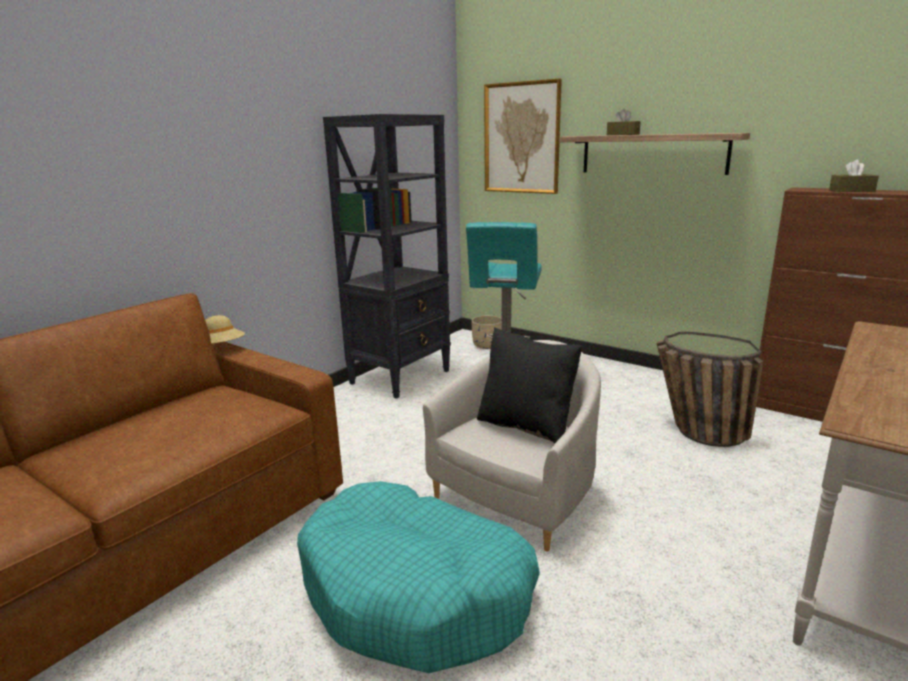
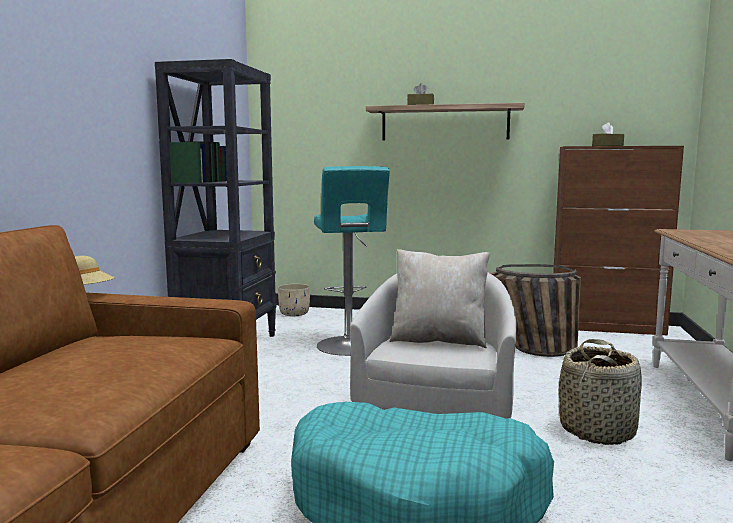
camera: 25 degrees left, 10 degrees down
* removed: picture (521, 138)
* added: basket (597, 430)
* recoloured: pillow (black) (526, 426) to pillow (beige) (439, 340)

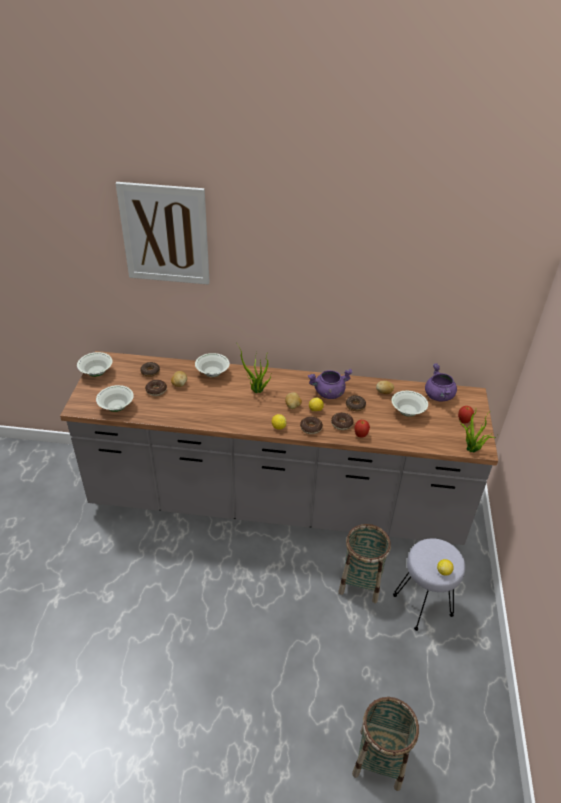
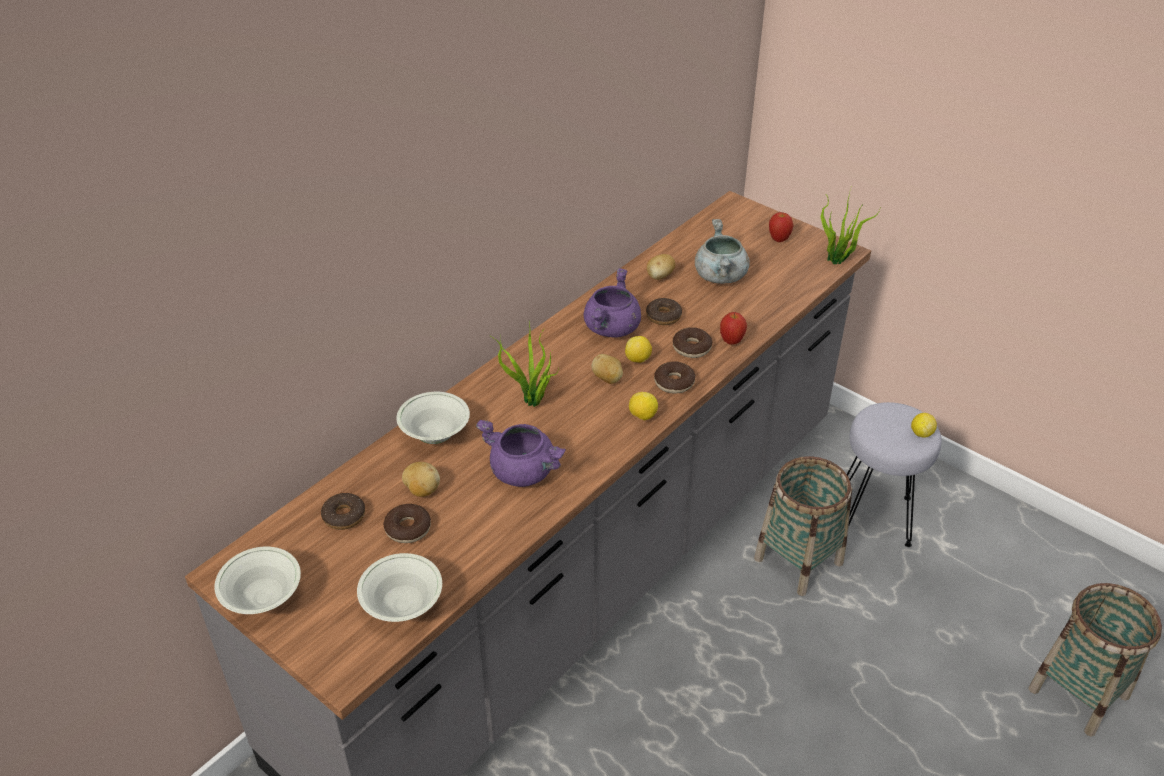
camera: 55 degrees left, 0 degrees up
* removed: picture (165, 234)
* moved: cooking pot (purple) (439, 396) to (523, 472)
* replaced: bowl (white) (407, 412) to cooking pot (grey) (720, 276)

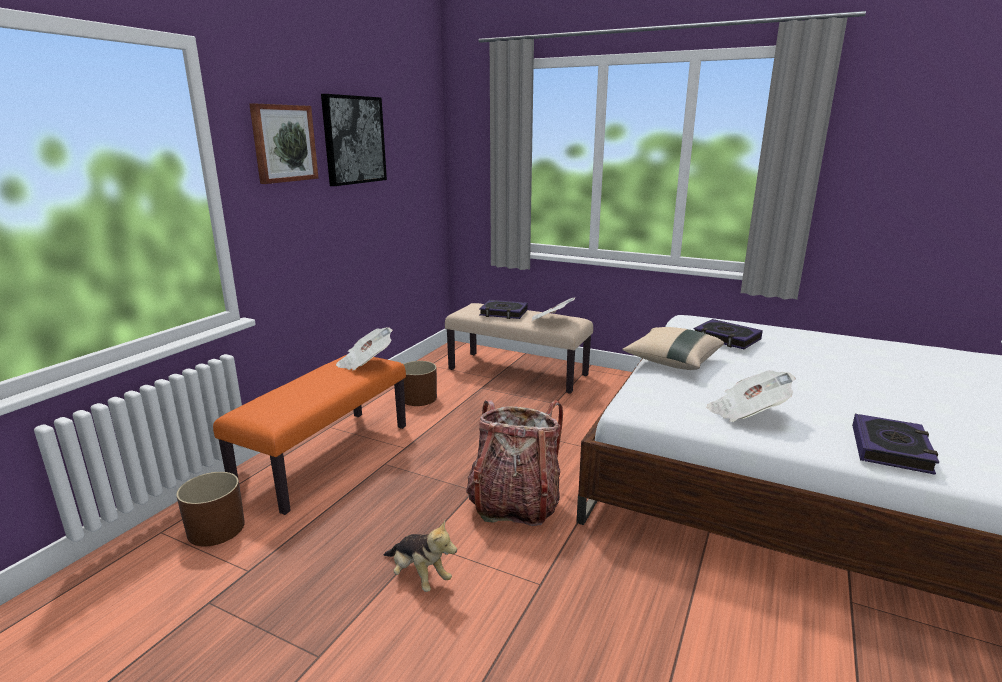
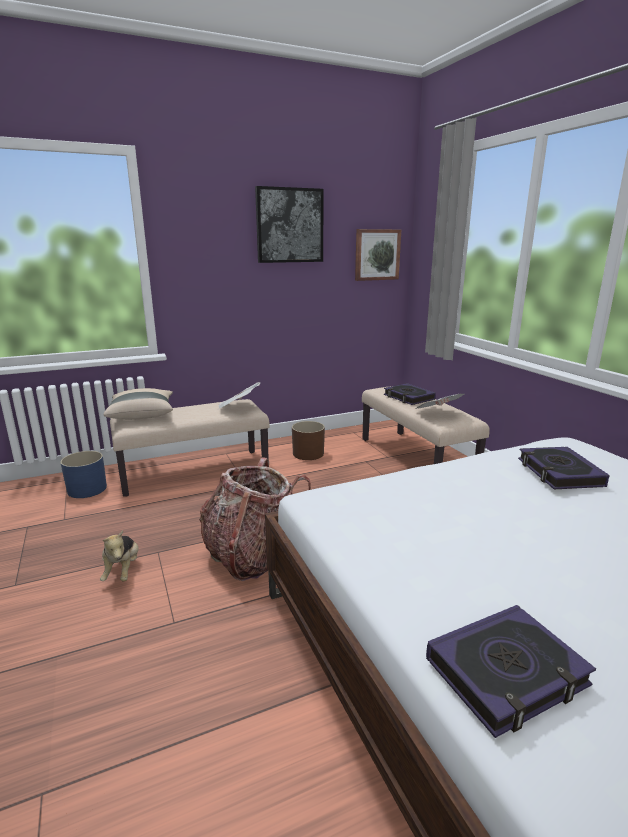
camera: 40 degrees right, 0 degrees up
* removed: newspaper (746, 413)
* moved: picture (283, 143) to (377, 255)
* moved: pillow (beige) (672, 361) to (142, 415)
* recoloured: planter (brown) (216, 529) to planter (blue) (87, 489)
* recoloured: bench (orange) (326, 457) to bench (beige) (195, 471)

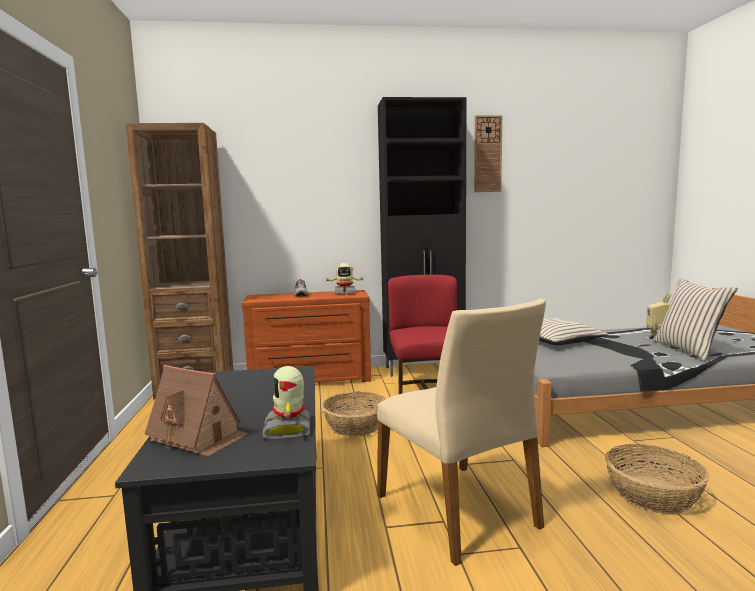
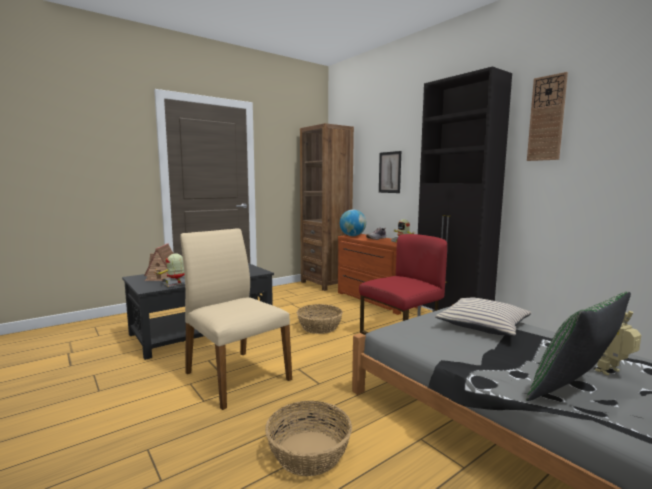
camera: 60 degrees right, 0 degrees up
* added: globe (352, 236)
* added: picture (390, 172)
* recoloured: pillow (beige) (689, 350) to pillow (green) (574, 391)
* turned: chair (beige) (459, 510) = (235, 376) 105 degrees clockwise

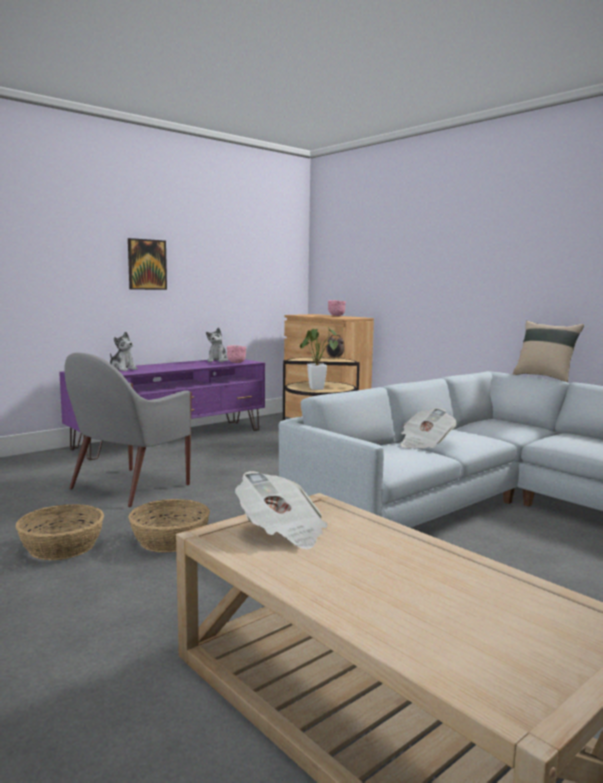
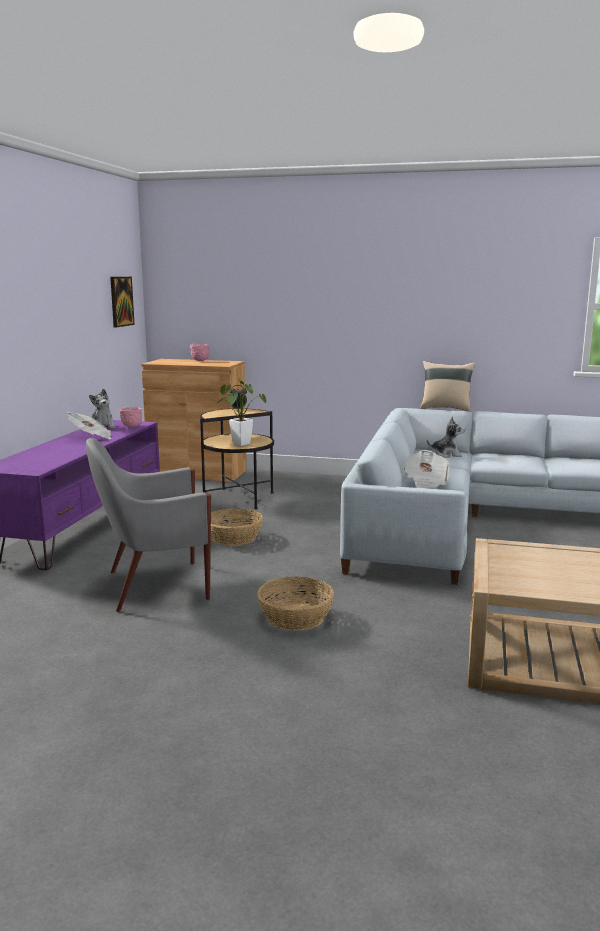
camera: 35 degrees left, 5 degrees up
* moved: basket (62, 546) to (233, 537)
* moved: plush toy (122, 369) to (446, 454)
* moved: picture (147, 264) to (121, 301)
* moved: newspaper (282, 532) to (91, 437)
* turned: armchair (grey) (127, 487) = (155, 586) 75 degrees clockwise

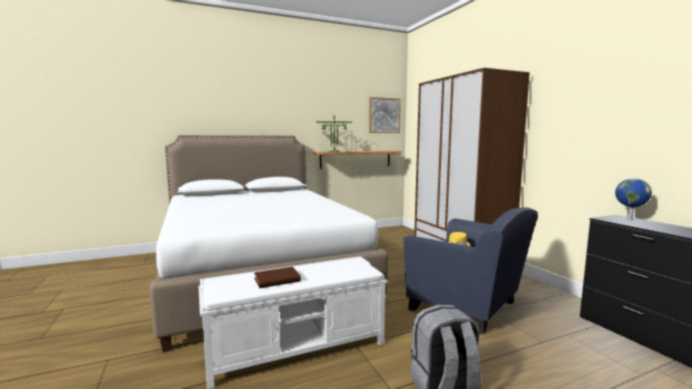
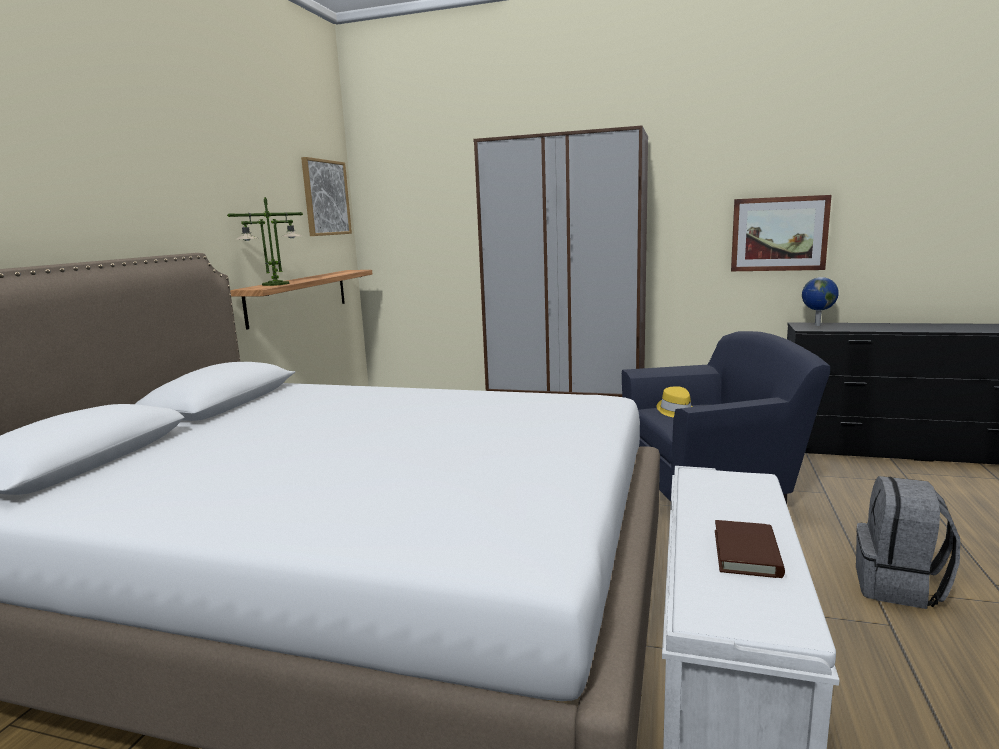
camera: 50 degrees left, 5 degrees up
* added: picture (779, 234)

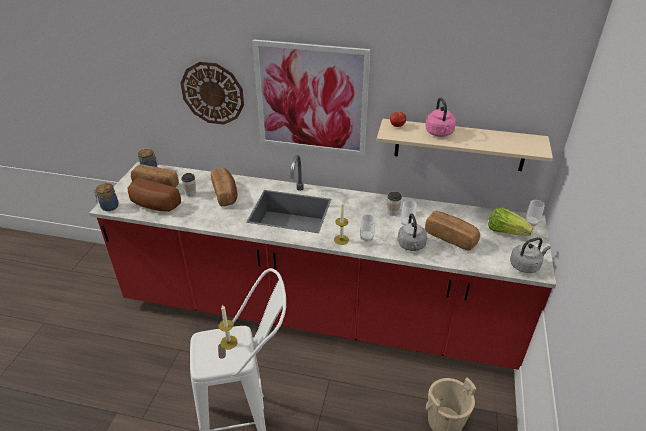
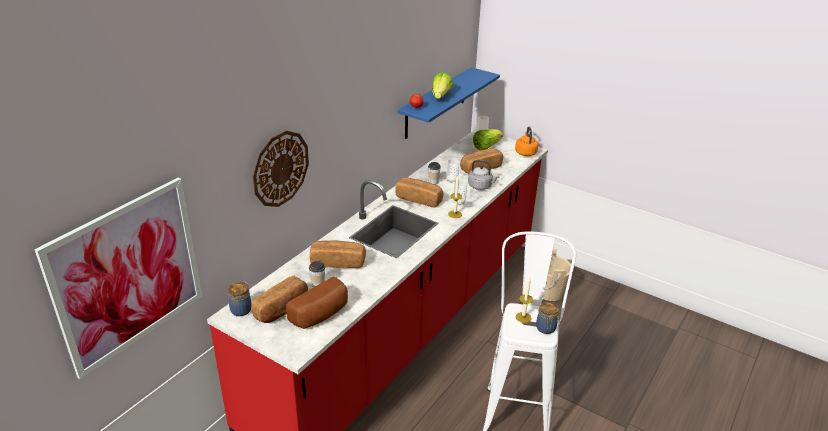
camera: 70 degrees left, 5 degrees down
* added: bread (419, 199)
* moved: jar (109, 207) to (545, 329)
* moved: picture (311, 99) to (128, 275)
* replaced: kettle (pink) (439, 133) to lettuce (441, 96)
* recoloured: shelf (beige) (459, 145) to shelf (blue) (436, 103)
* recoloured: kettle (grey) (525, 265) to kettle (orange) (525, 152)

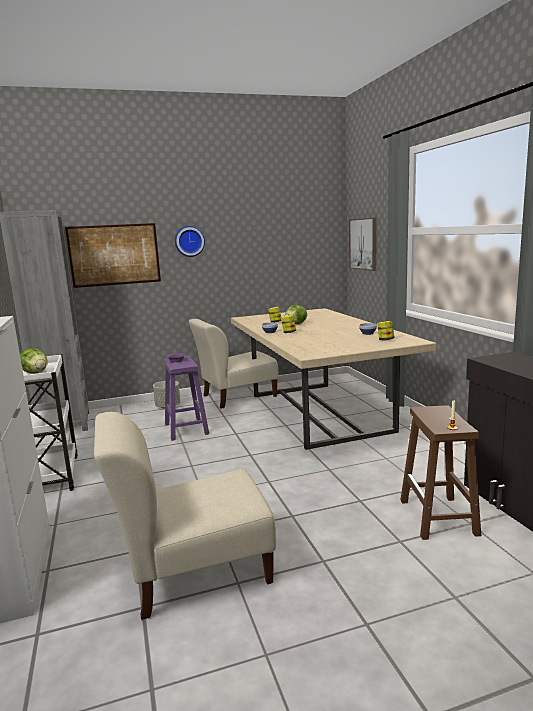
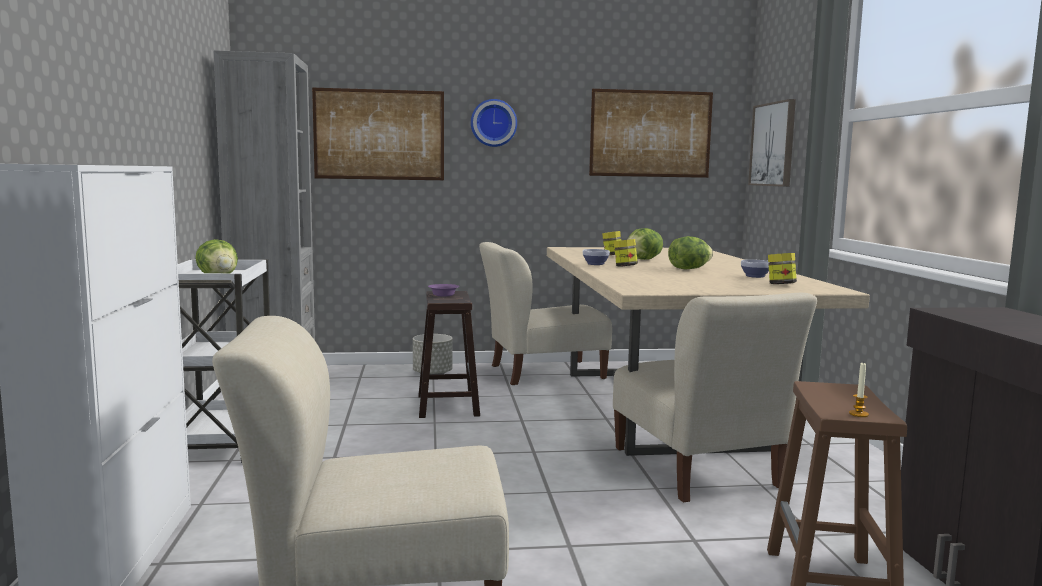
camera: 10 degrees right, 5 degrees down
* added: picture (650, 134)
* added: chair (beige) (698, 471)
* added: lettuce (689, 269)
* recoloured: stool (purple) (186, 428) to stool (brown) (447, 405)

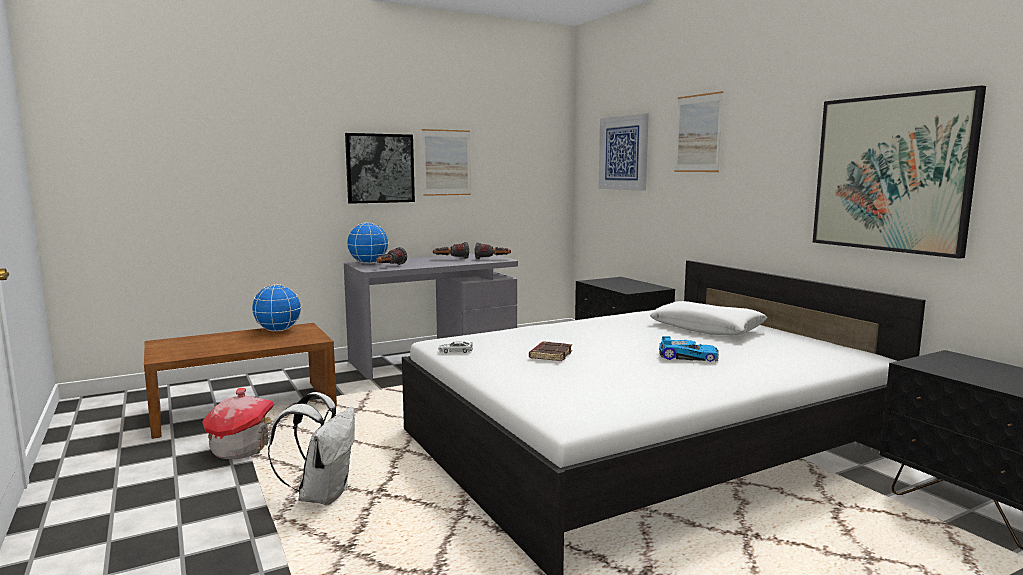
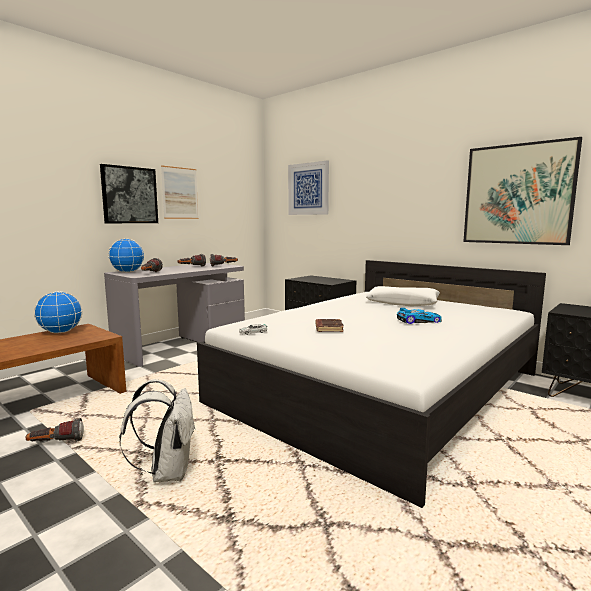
camera: 20 degrees left, 0 degrees up
* removed: picture (698, 133)
* replaced: toy house (241, 449) to flashlight (56, 443)

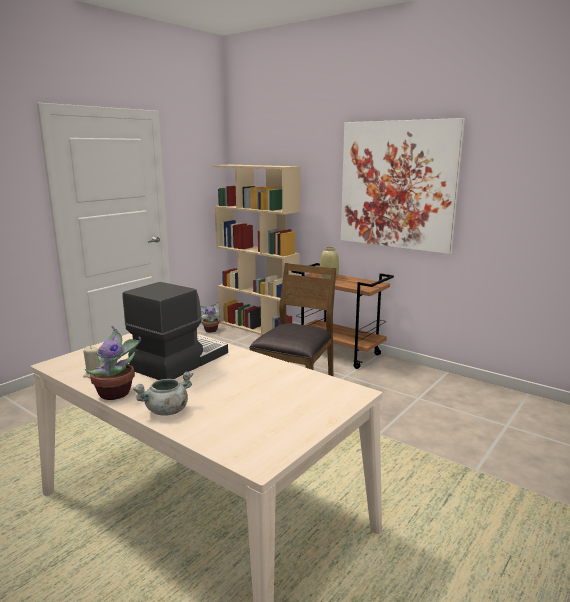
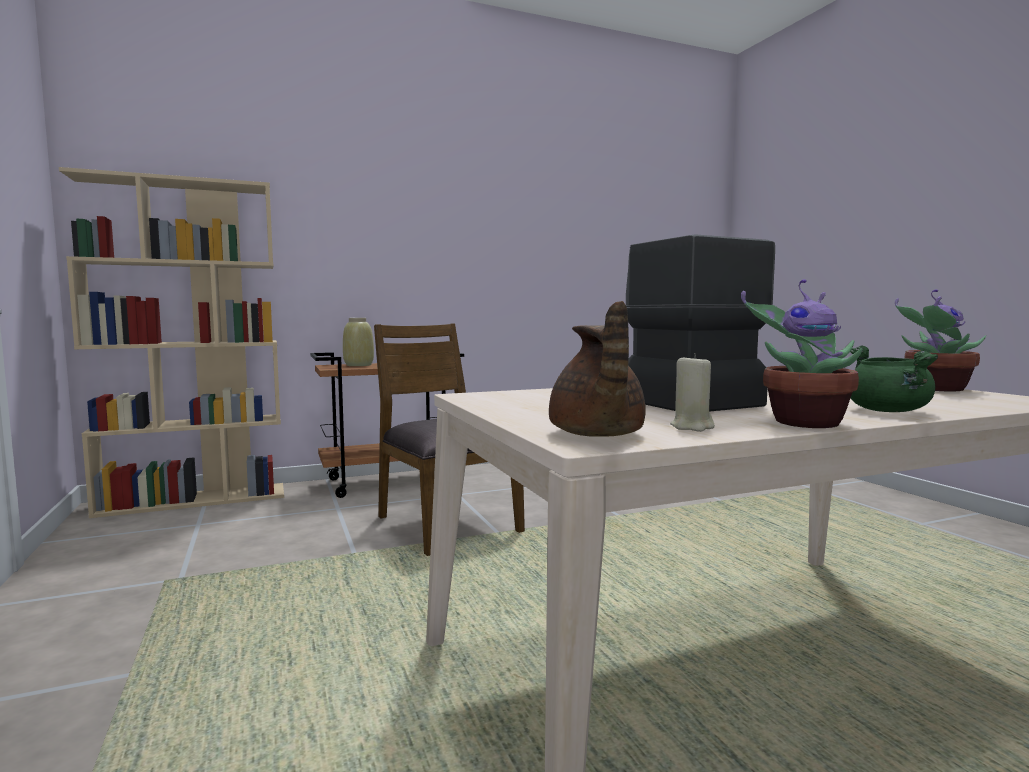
camera: 60 degrees left, 10 degrees down
* removed: picture (397, 185)
* added: teapot (brown) (596, 435)
* moved: potted plant (211, 330) to (934, 389)
* recoloured: cooking pot (grey) (167, 411) to cooking pot (green) (889, 411)

